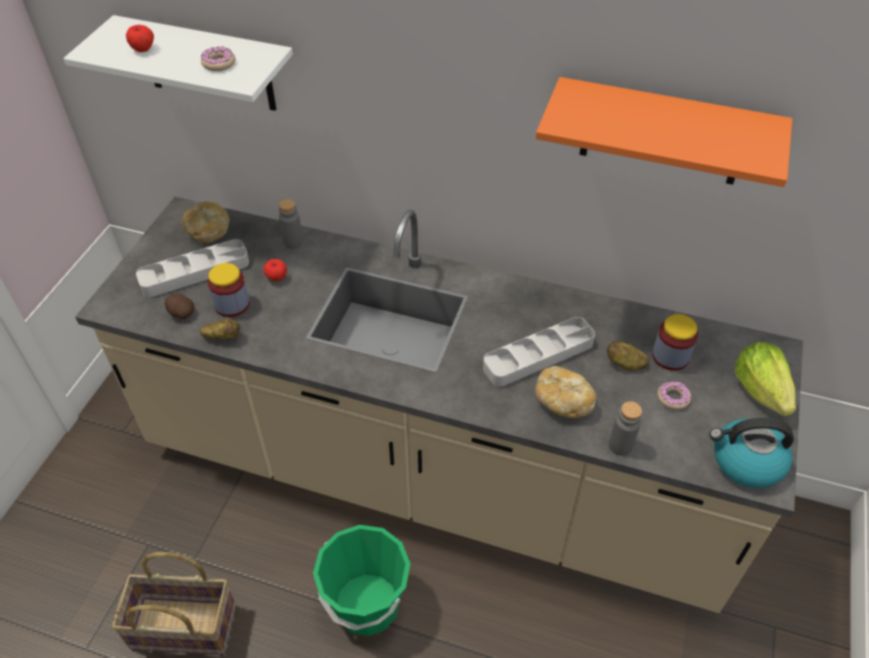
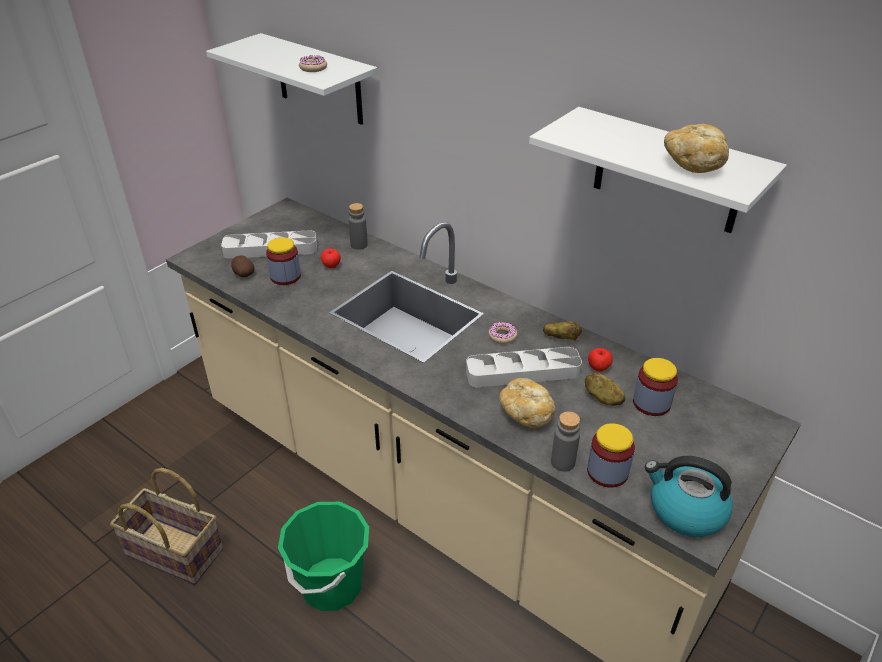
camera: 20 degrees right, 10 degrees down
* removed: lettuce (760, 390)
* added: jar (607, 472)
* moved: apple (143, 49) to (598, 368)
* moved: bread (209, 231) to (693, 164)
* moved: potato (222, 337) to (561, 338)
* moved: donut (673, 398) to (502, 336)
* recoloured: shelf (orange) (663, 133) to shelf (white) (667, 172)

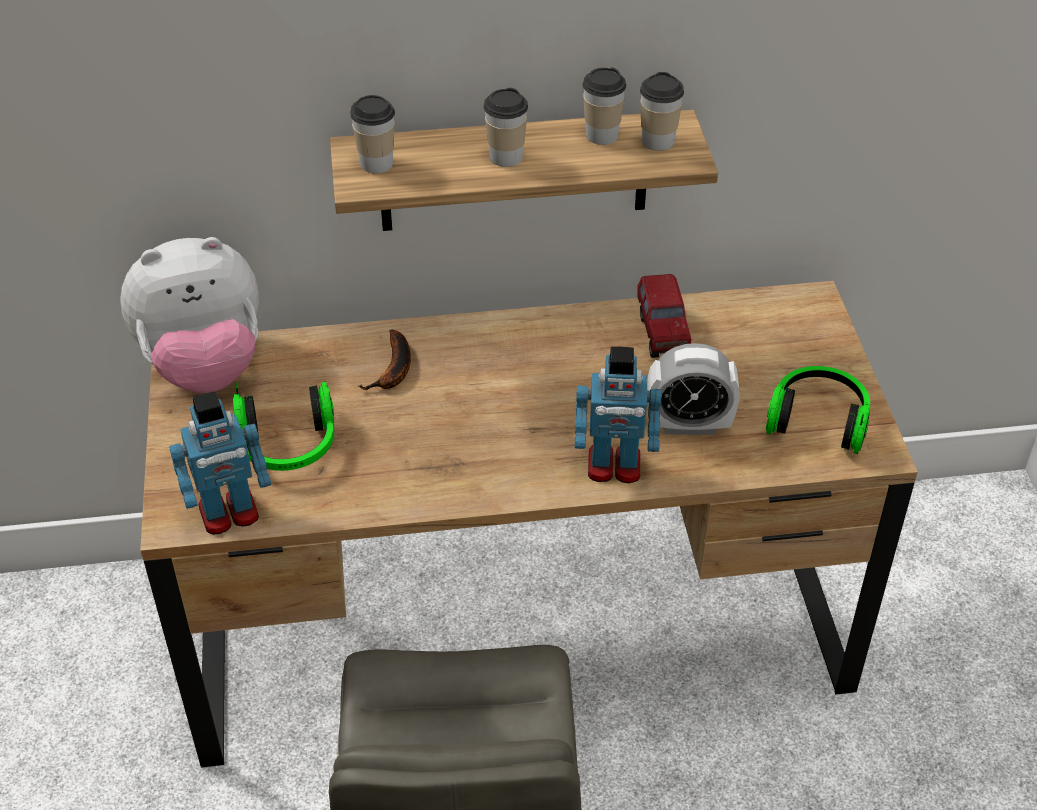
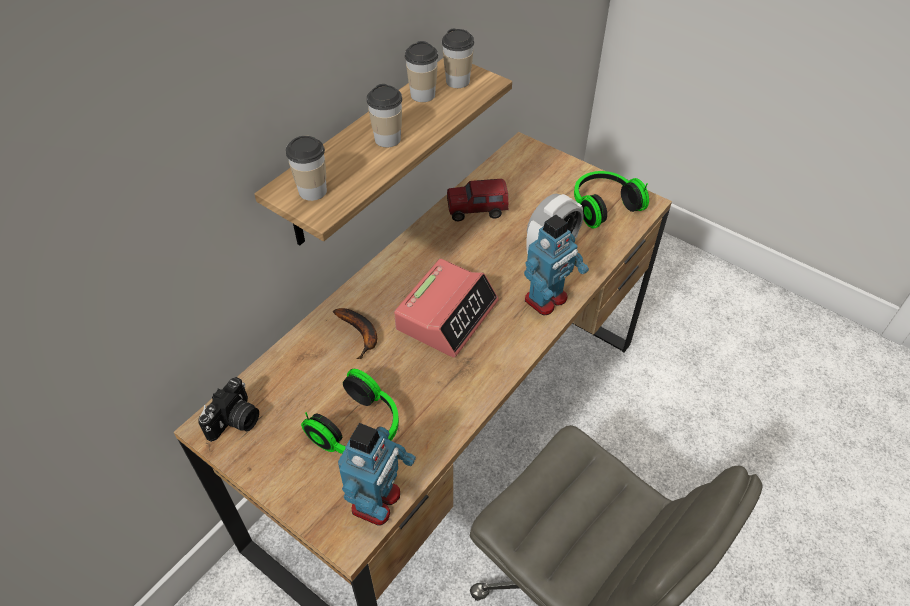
camera: 45 degrees left, 5 degrees up
* added: alarm clock (447, 315)
* replaced: plush toy (205, 367) to photo camera (235, 421)
* turned: toy truck (662, 334) = (477, 212) 135 degrees clockwise

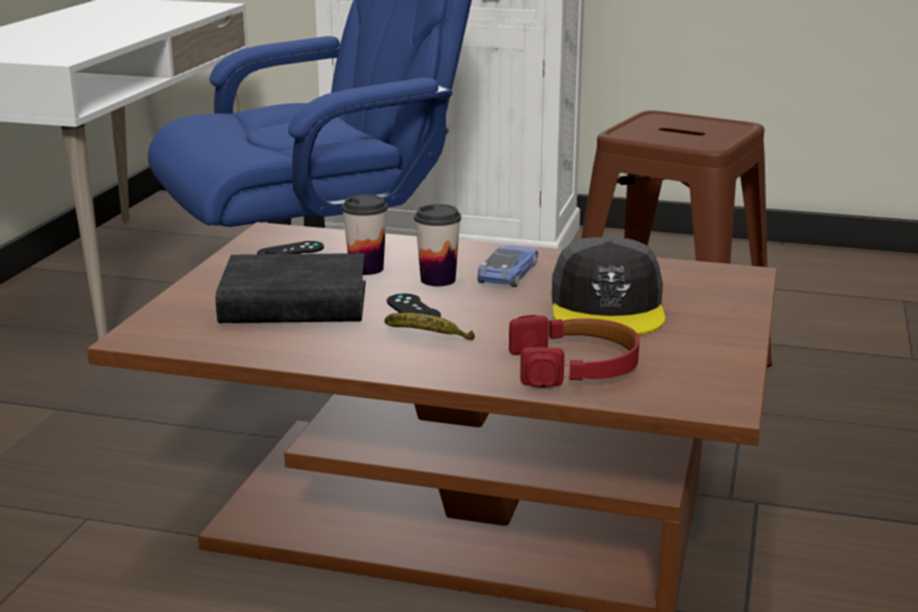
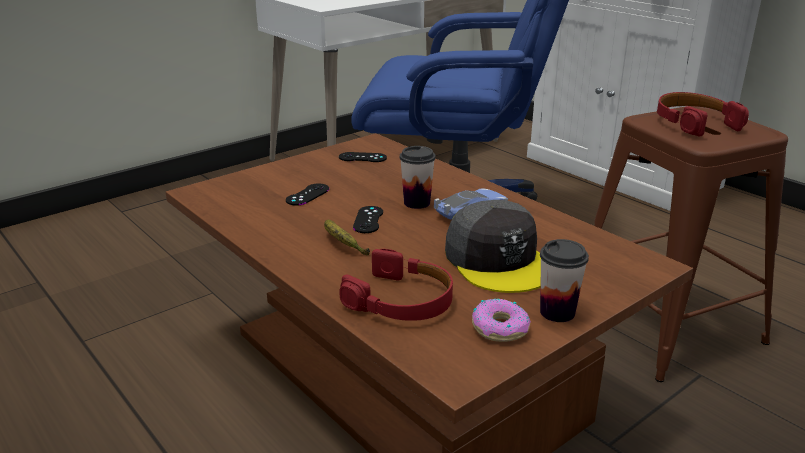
camera: 35 degrees right, 5 degrees up
* added: donut (500, 328)
* added: headphones (red) (694, 122)
* moved: cup (366, 269) to (557, 312)
* replaced: book (black) (294, 304) to game controller (black) (307, 195)
* turned: cap (grey) (608, 308) = (498, 260) 60 degrees counterclockwise

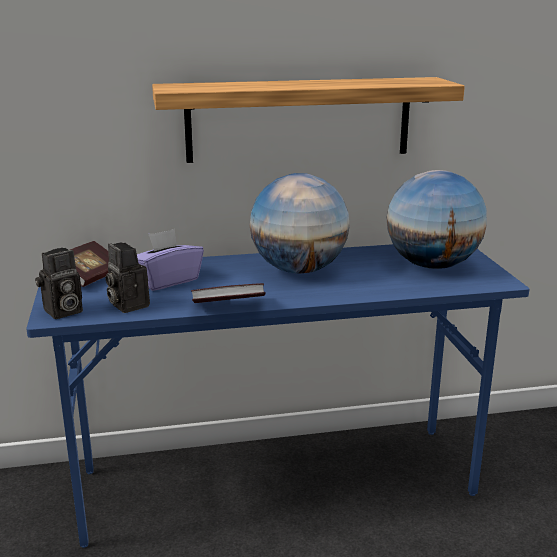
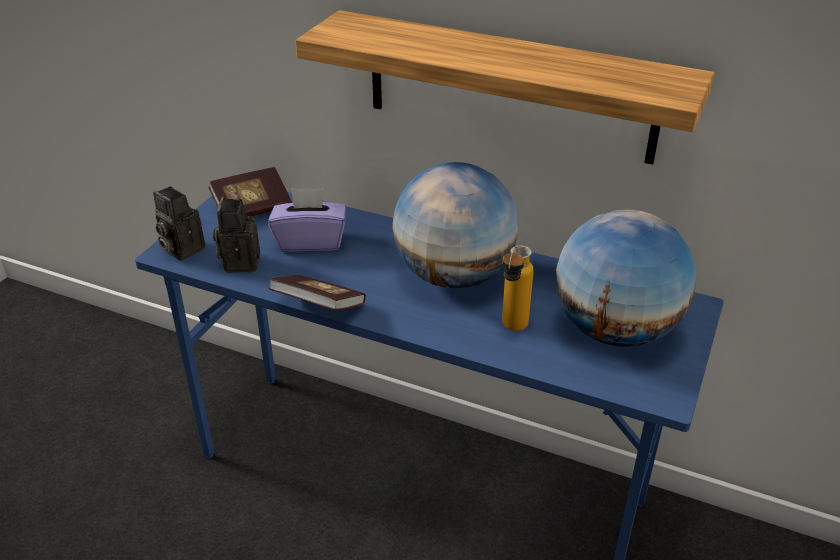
camera: 35 degrees right, 15 degrees up
* added: bottle (511, 330)
* turned: photo camera (62, 312) = (180, 249) 45 degrees clockwise

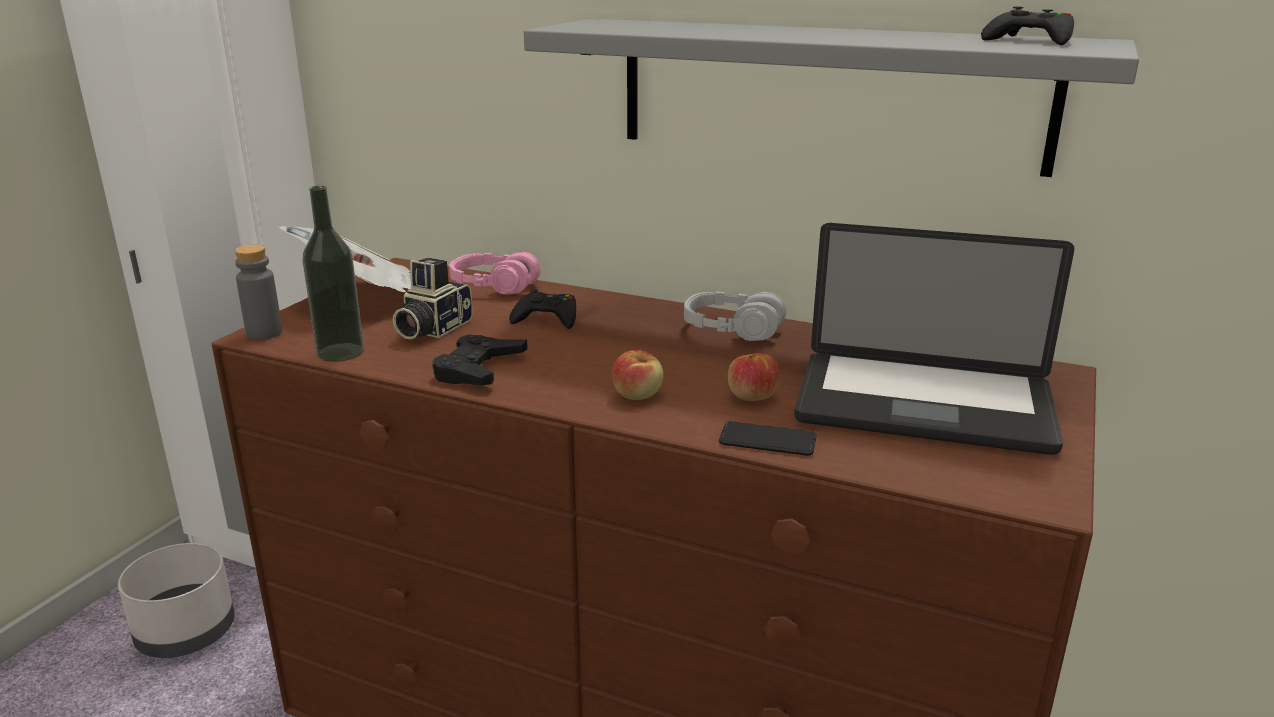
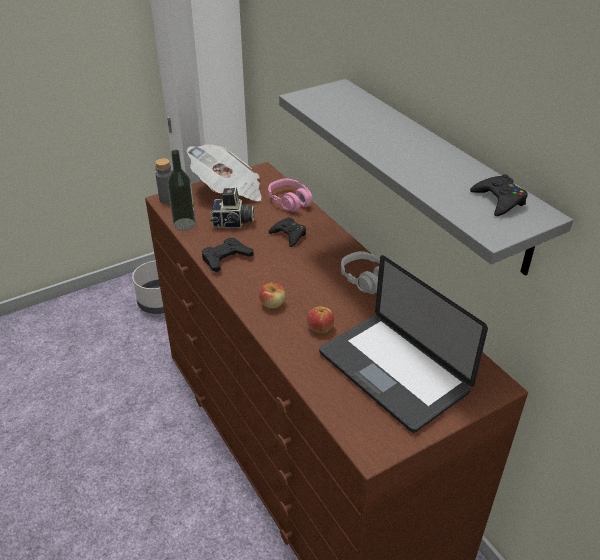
camera: 35 degrees right, 15 degrees up
* removed: phone (767, 440)
* turned: photo camera (431, 329) = (233, 223) 150 degrees counterclockwise

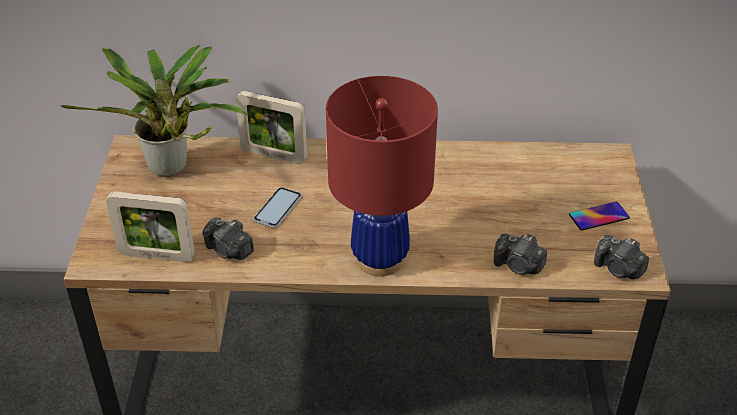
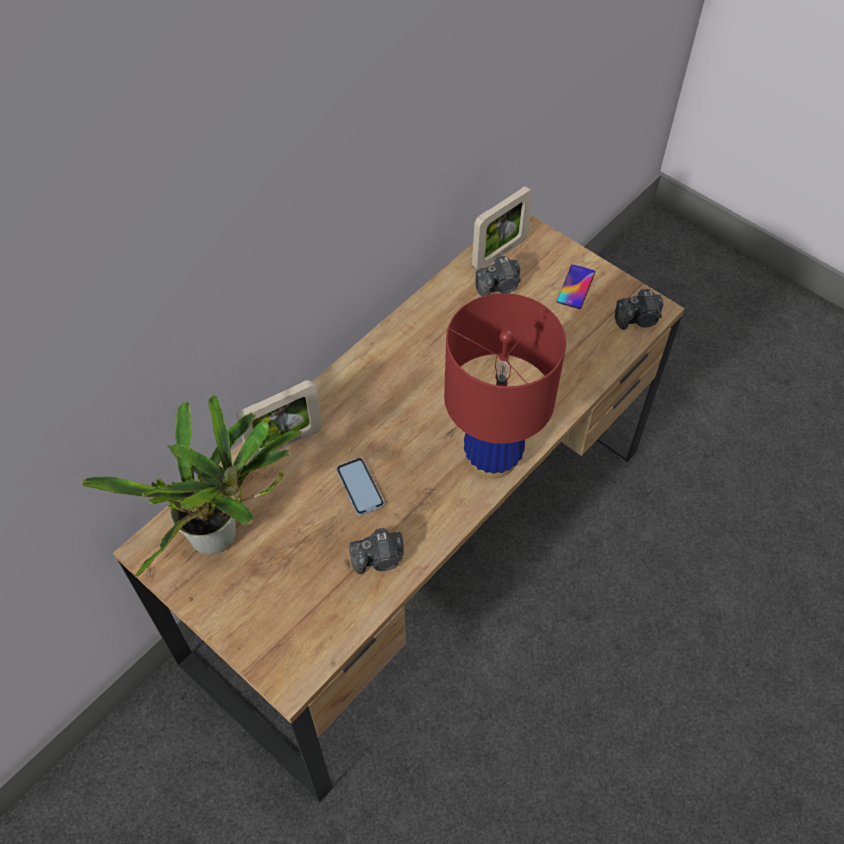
camera: 50 degrees left, 15 degrees up
* moved: picture frame (156, 255) to (499, 253)
* moved: photo camera (518, 266) to (499, 286)

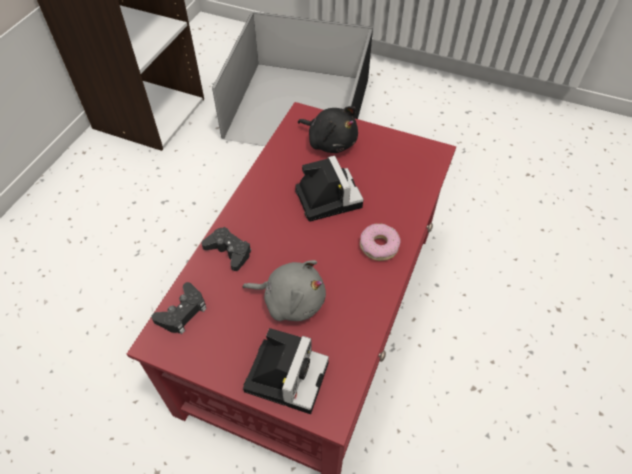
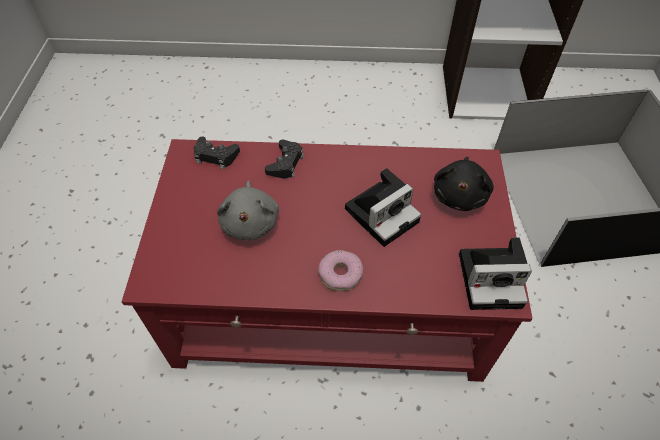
camera: 70 degrees right, 0 degrees up
* moved: photo camera (286, 373) to (492, 279)

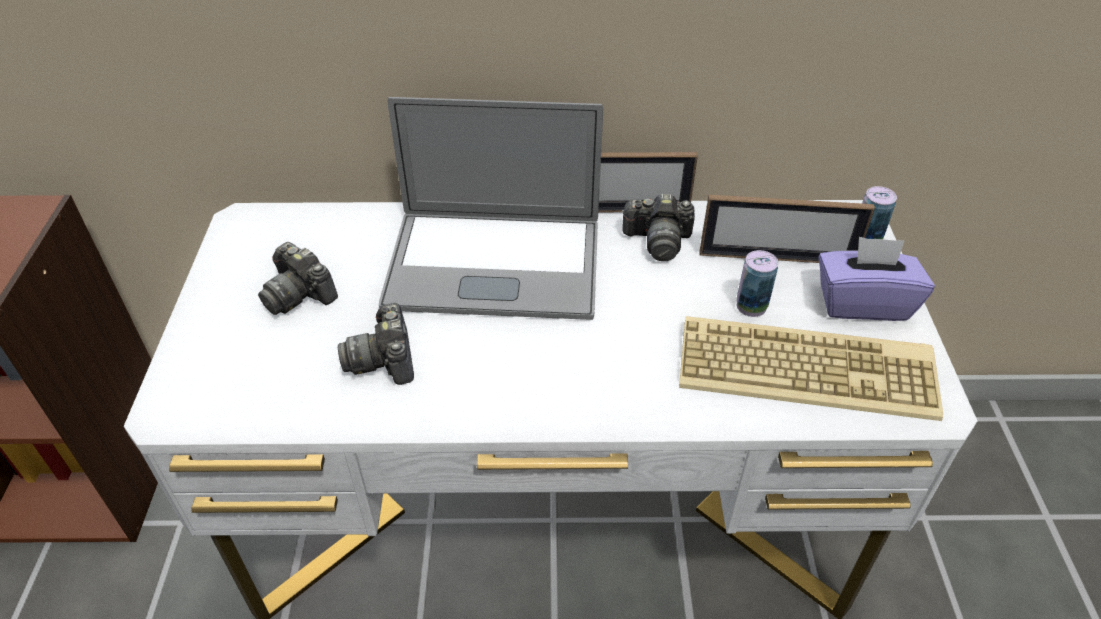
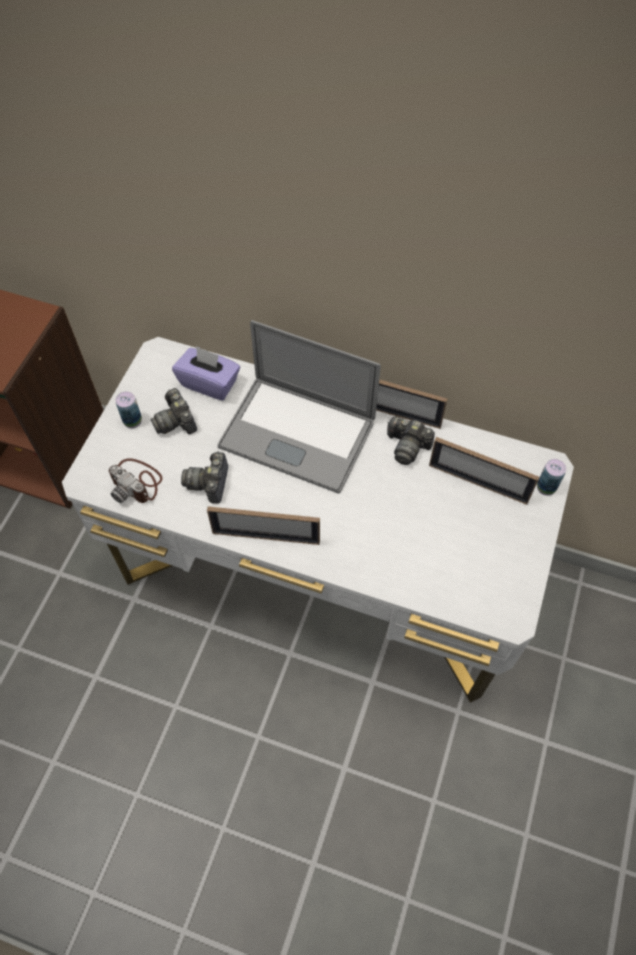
camera: 20 degrees right, 15 degrees up
* removed: keyboard (808, 367)
* added: photo camera (137, 482)
* added: picture frame (266, 537)
* moved: can (751, 306) to (132, 421)
* moved: tissue box (purple) (862, 302) to (209, 383)

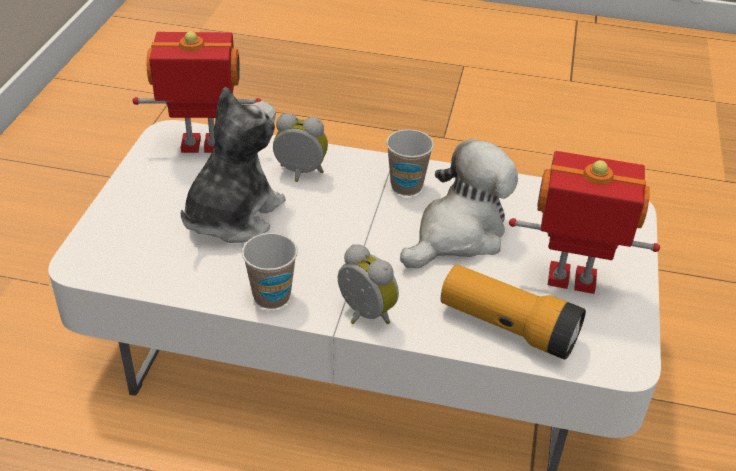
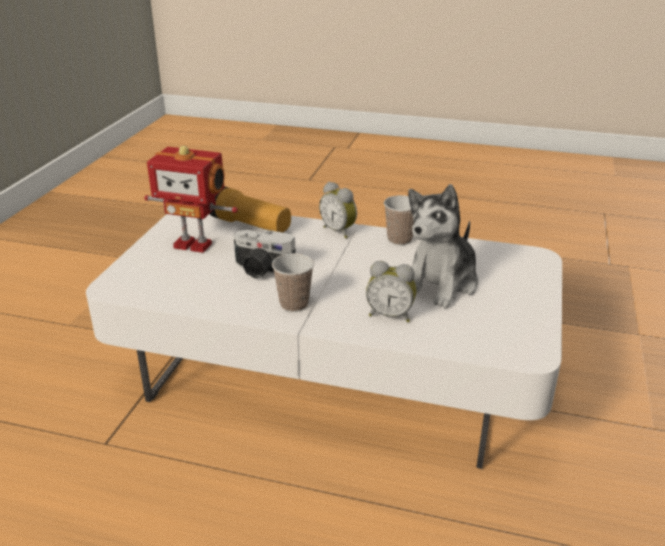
camera: 175 degrees left, 10 degrees down
* removed: toy robot (202, 147)
* replaced: plush toy (458, 234) to photo camera (262, 270)

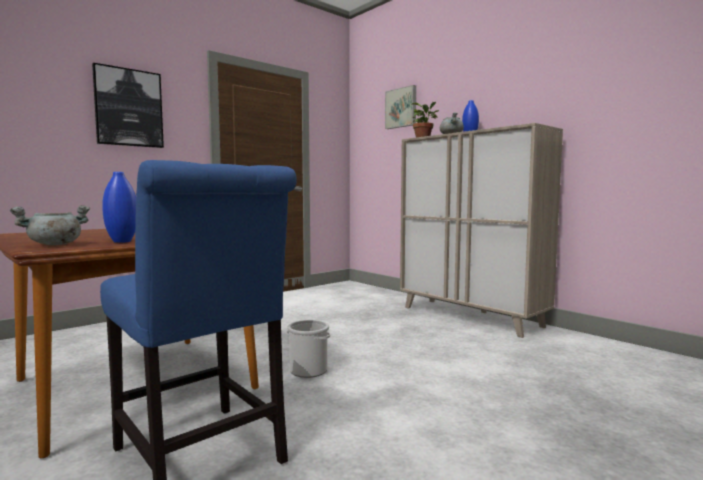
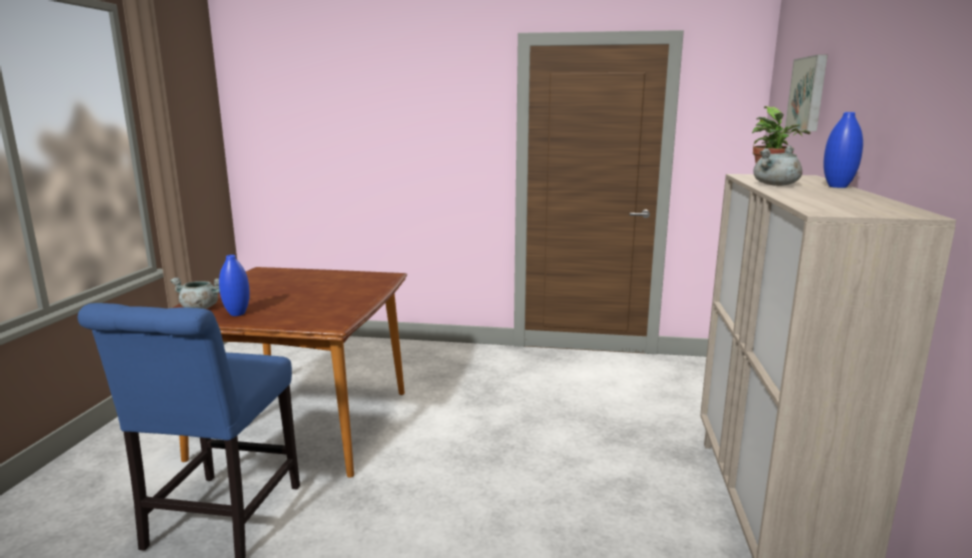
camera: 50 degrees right, 10 degrees up
* removed: picture (129, 108)
* removed: bucket (308, 370)

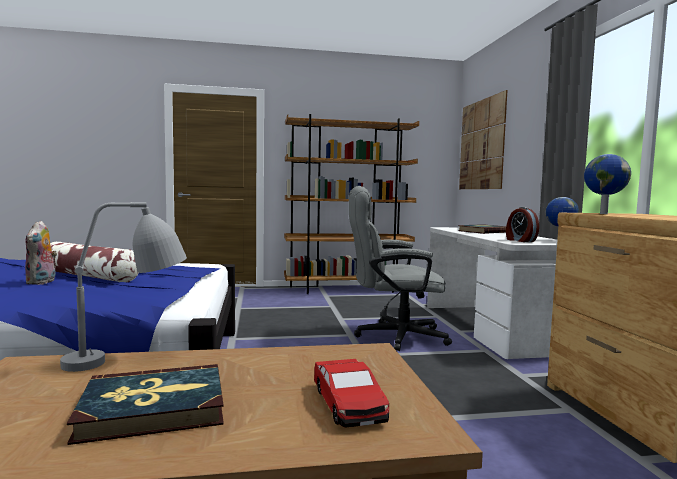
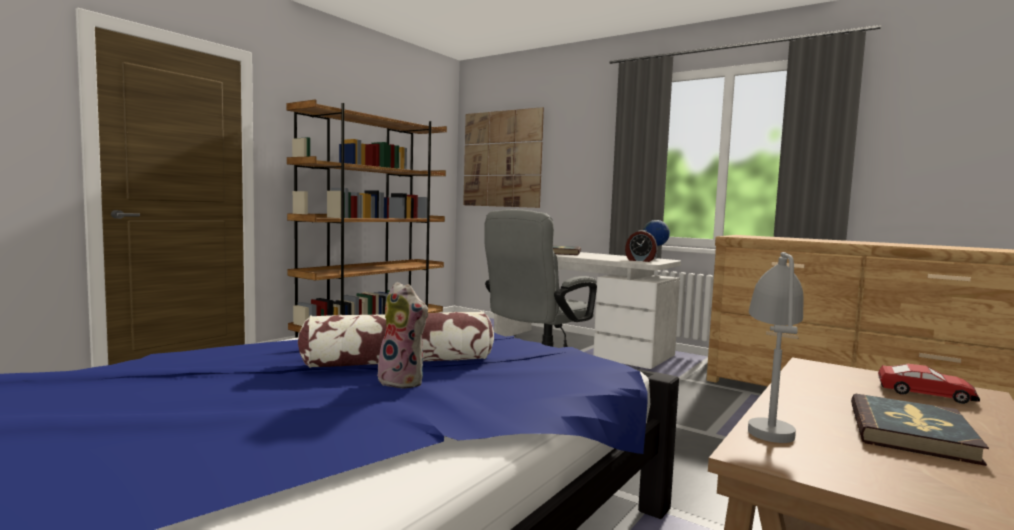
camera: 45 degrees left, 0 degrees up
* removed: globe (602, 213)

